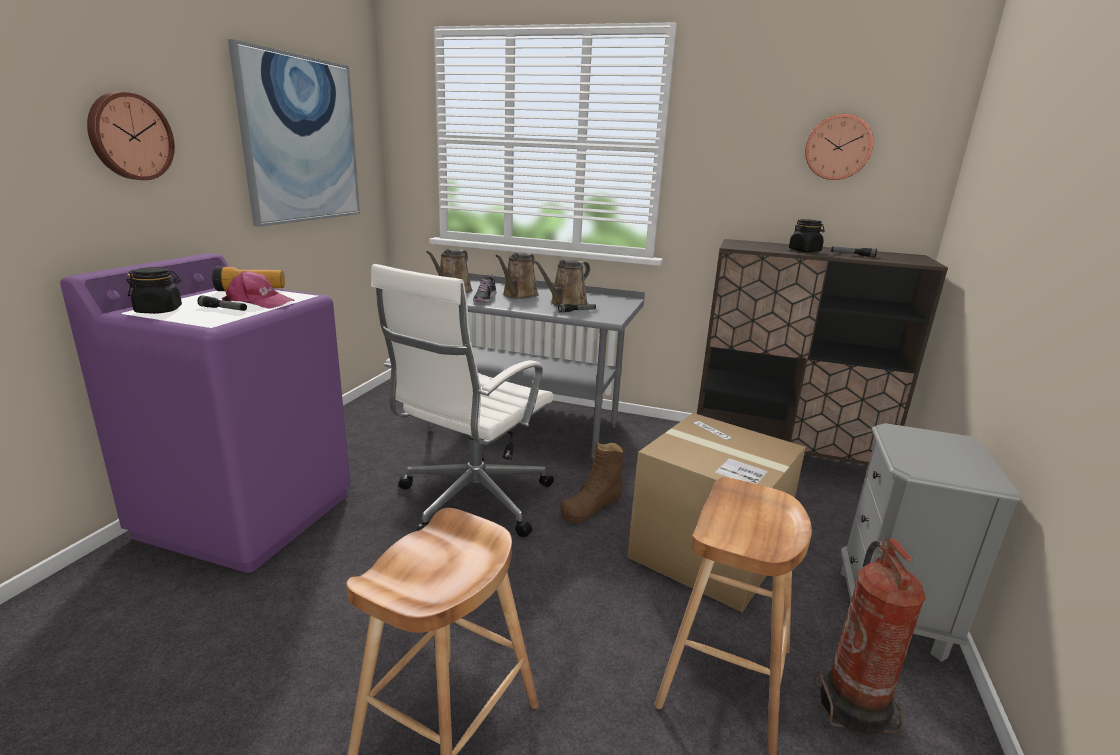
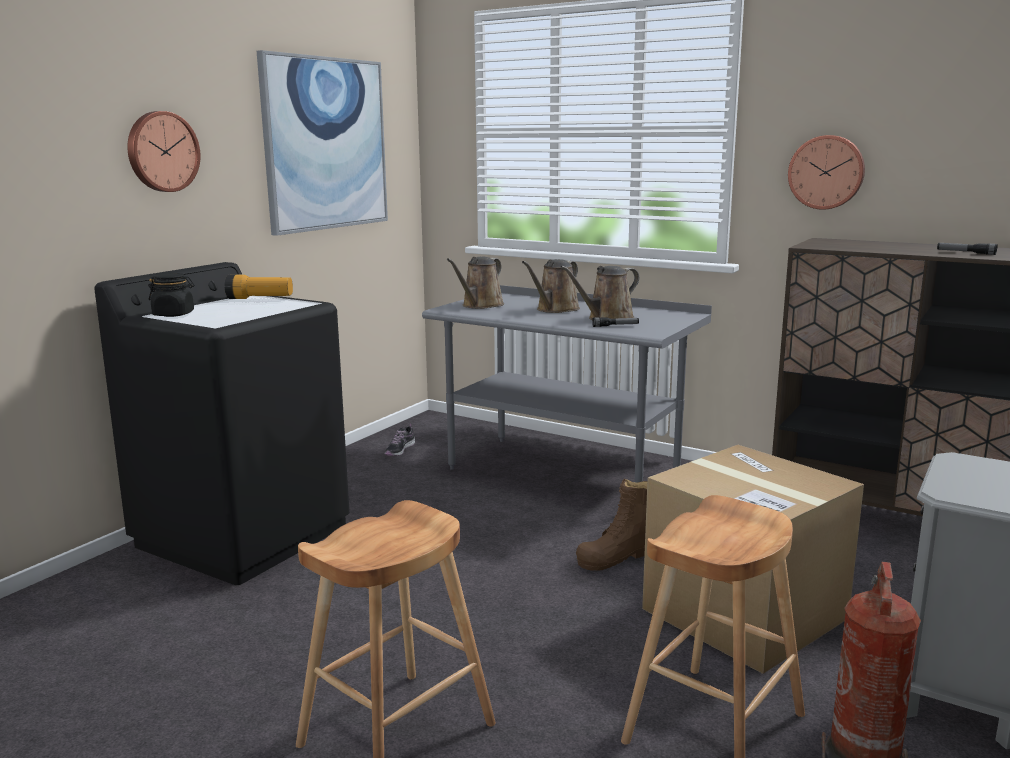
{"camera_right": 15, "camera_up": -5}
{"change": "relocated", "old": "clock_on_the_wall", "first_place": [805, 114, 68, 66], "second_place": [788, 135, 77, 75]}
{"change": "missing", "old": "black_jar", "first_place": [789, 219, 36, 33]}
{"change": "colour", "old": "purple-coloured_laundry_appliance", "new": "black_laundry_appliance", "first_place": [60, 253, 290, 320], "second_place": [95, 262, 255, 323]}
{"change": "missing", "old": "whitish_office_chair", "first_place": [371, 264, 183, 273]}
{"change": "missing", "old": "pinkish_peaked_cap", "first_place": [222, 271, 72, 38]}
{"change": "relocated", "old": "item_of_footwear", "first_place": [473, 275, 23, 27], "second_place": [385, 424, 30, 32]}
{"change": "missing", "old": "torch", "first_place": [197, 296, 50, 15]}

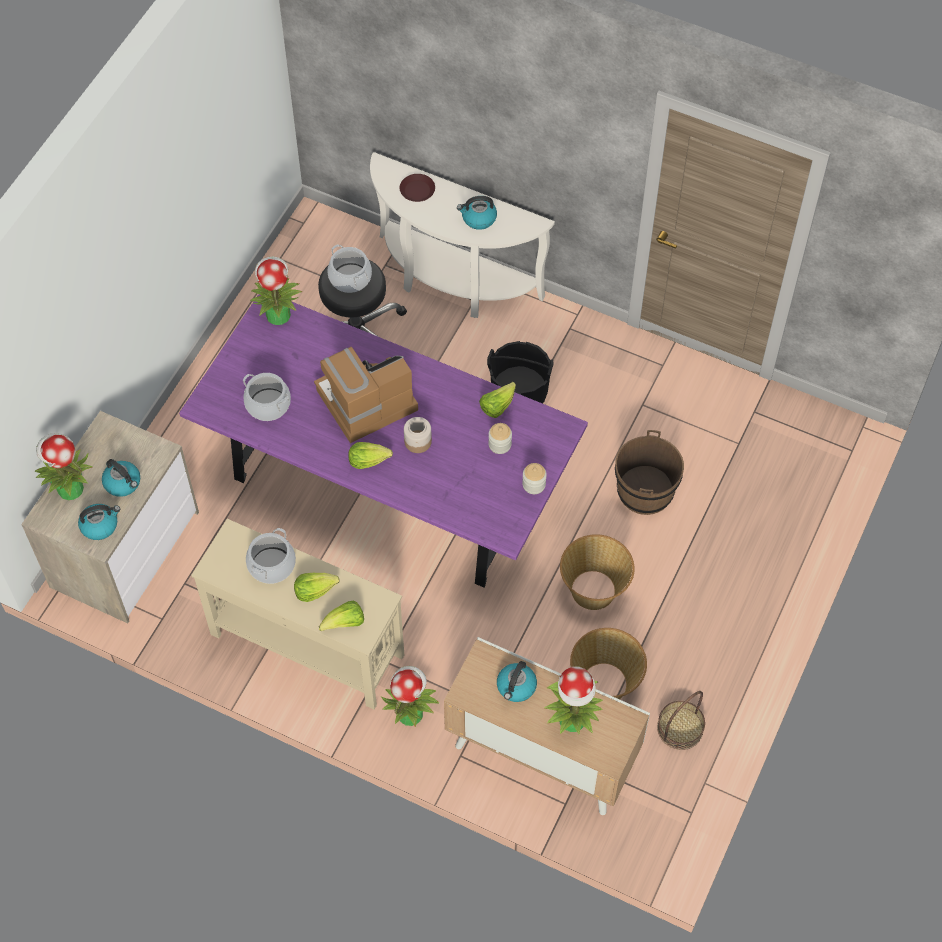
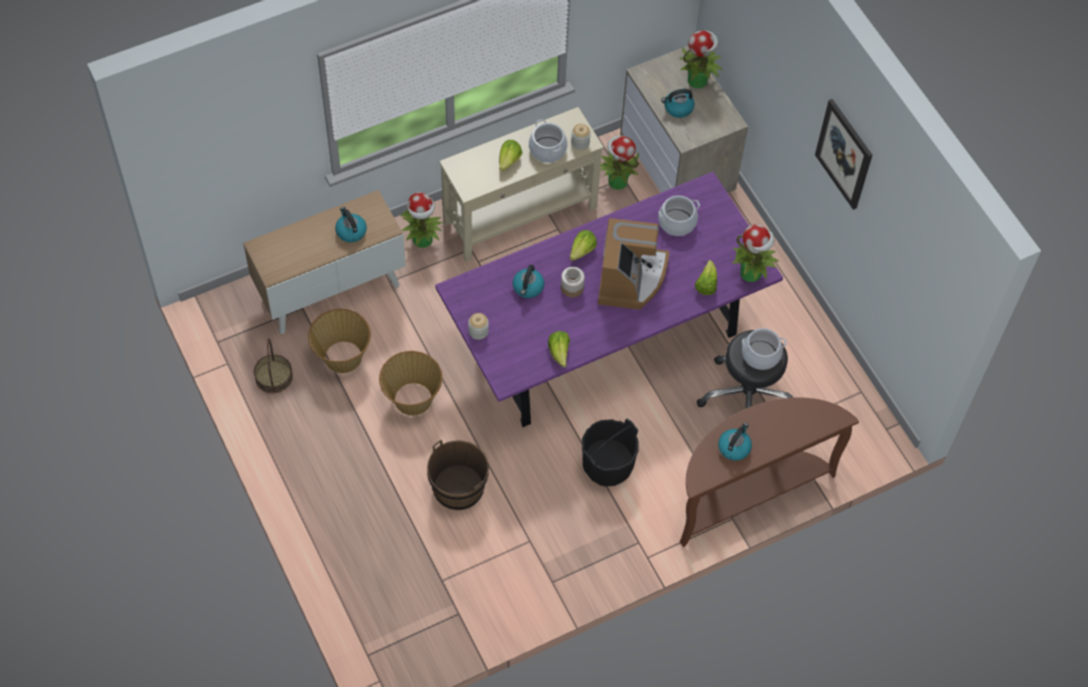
{"camera_right": 125, "camera_up": 0}
{"change": "colour", "old": "whitish_console_table", "new": "brownish_console_table", "first_place": [370, 152, 185, 166], "second_place": [680, 398, 179, 149]}
{"change": "missing", "old": "brownish_plate", "first_place": [400, 174, 35, 28]}
{"change": "relocated", "old": "jar", "first_place": [488, 423, 24, 31], "second_place": [571, 124, 20, 26]}
{"change": "relocated", "old": "water_kettle", "first_place": [78, 504, 42, 36], "second_place": [512, 265, 32, 33]}
{"change": "relocated", "old": "head_of_lettuce", "first_place": [319, 601, 45, 30], "second_place": [695, 260, 22, 35]}
{"change": "relocated", "old": "potted_plant", "first_place": [544, 666, 59, 68], "second_place": [600, 136, 40, 54]}
{"change": "appeared", "new": "wall_art", "second_place": [815, 99, 57, 111]}

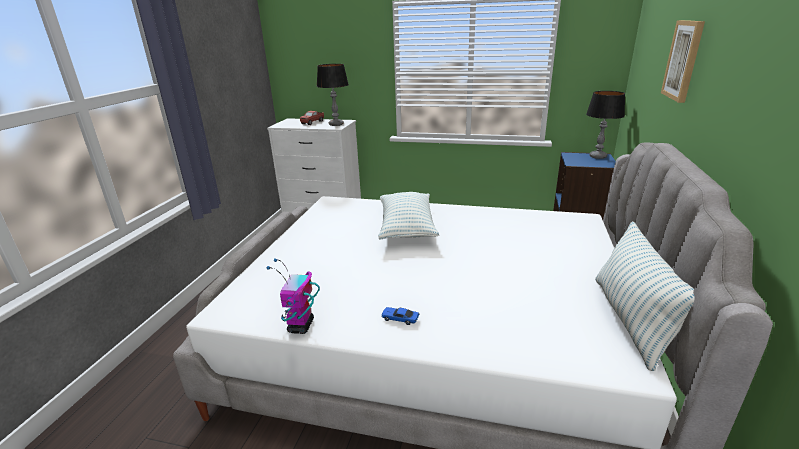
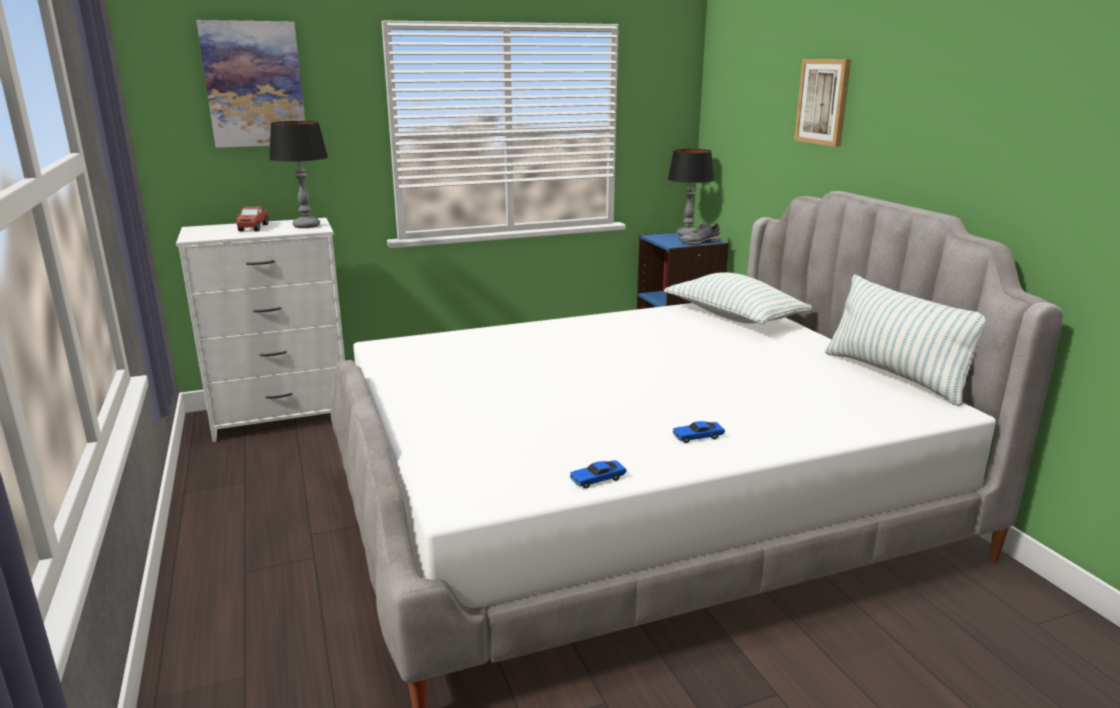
{"camera_right": -35, "camera_up": -5}
{"change": "relocated", "old": "throw_pillow", "first_place": [378, 192, 61, 48], "second_place": [664, 272, 148, 52]}
{"change": "exchanged", "old": "robot_figure", "new": "miniature_car", "first_place": [267, 259, 53, 75], "second_place": [570, 460, 57, 28]}
{"change": "appeared", "new": "wall_art", "second_place": [196, 20, 109, 128]}
{"change": "appeared", "new": "gray_item_of_footwear", "second_place": [679, 222, 42, 23]}

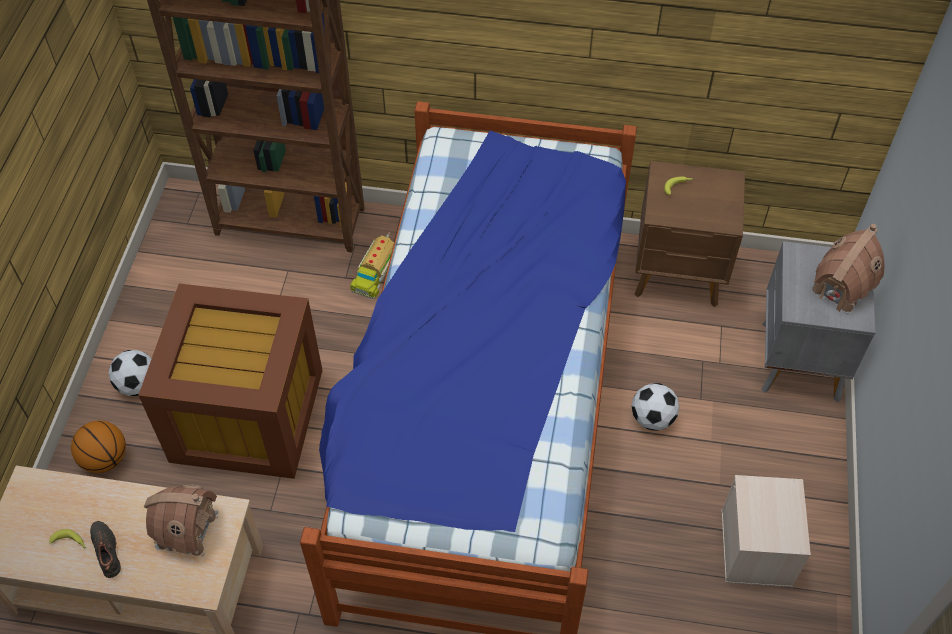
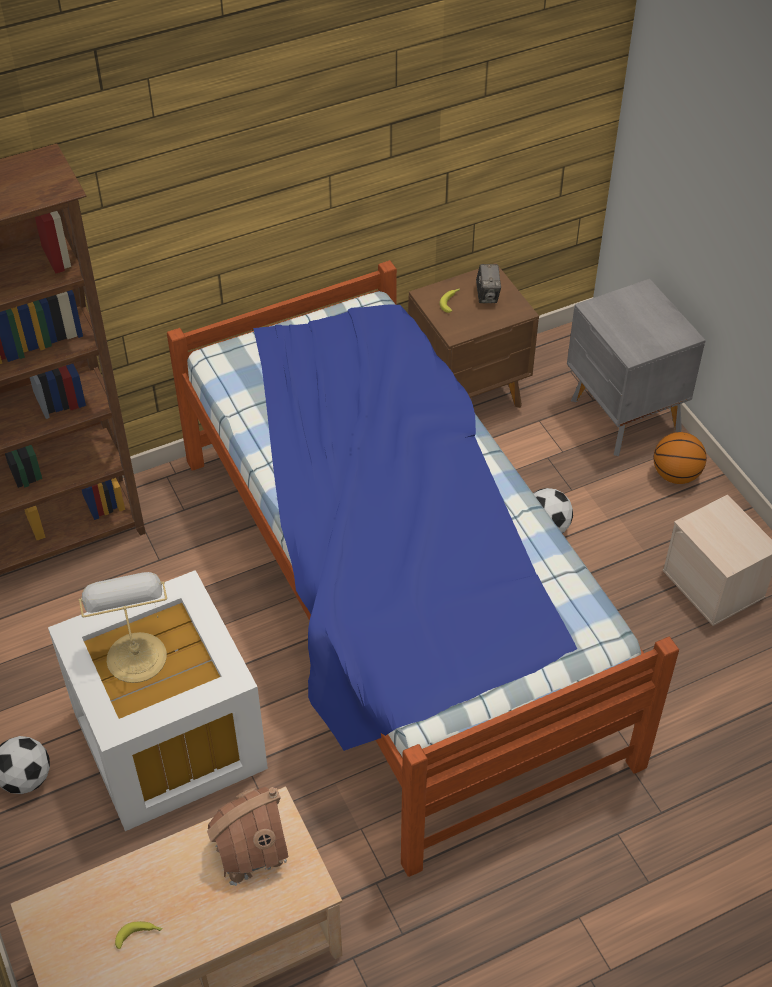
{"camera_right": -35, "camera_up": -5}
{"change": "missing", "old": "toy_house", "first_place": [810, 224, 75, 91]}
{"change": "missing", "old": "model_truck", "first_place": [350, 232, 44, 67]}
{"change": "colour", "old": "brownish_storage_container", "new": "whitish_storage_container", "first_place": [138, 283, 185, 196], "second_place": [48, 570, 220, 261]}
{"change": "relocated", "old": "ball_for_basketball", "first_place": [71, 421, 55, 52], "second_place": [653, 432, 54, 52]}
{"change": "missing", "old": "black_item_of_footwear", "first_place": [90, 521, 31, 57]}
{"change": "appeared", "new": "still_camera", "second_place": [476, 264, 25, 39]}
{"change": "appeared", "new": "tabletop_lamp", "second_place": [79, 572, 88, 111]}

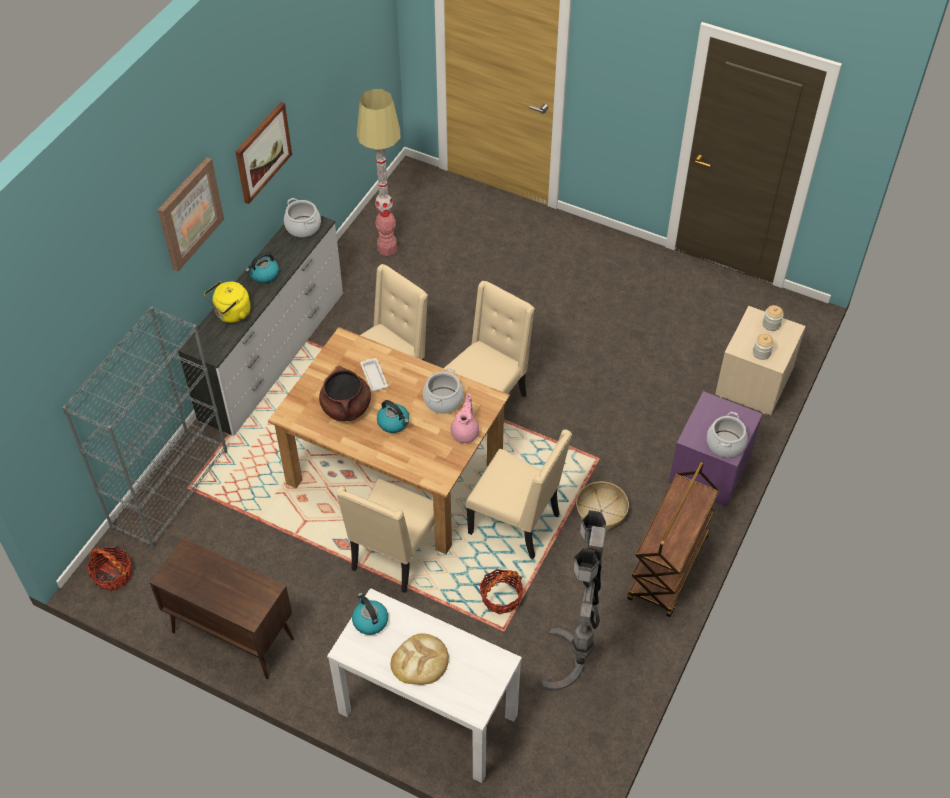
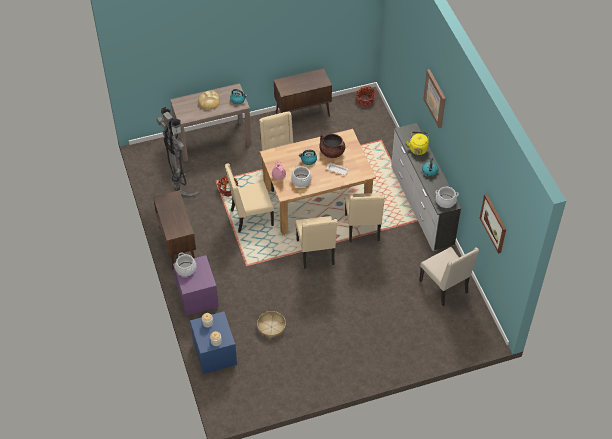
{"camera_right": 135, "camera_up": 0}
{"change": "exchanged", "old": "floor_lamp", "new": "beige-coloured_plain_chair", "first_place": [357, 89, 43, 167], "second_place": [419, 247, 60, 59]}
{"change": "relocated", "old": "wall_art", "first_place": [235, 102, 57, 102], "second_place": [480, 194, 26, 60]}
{"change": "missing", "old": "gray_bookshelf", "first_place": [62, 306, 165, 244]}
{"change": "colour", "old": "beige-coloured_bedside_table", "new": "blue-coloured_bedside_table", "first_place": [715, 306, 91, 109], "second_place": [190, 311, 47, 63]}
{"change": "exchanged", "old": "brownish_wheeled_cart", "new": "brownish_storage_cabinet", "first_place": [627, 462, 92, 155], "second_place": [153, 190, 43, 79]}
{"change": "relocated", "old": "household_basket", "first_place": [576, 481, 53, 50], "second_place": [257, 311, 29, 27]}
{"change": "colour", "old": "whitish_console_table", "new": "brownish_console_table", "first_place": [327, 588, 195, 195], "second_place": [170, 83, 82, 79]}

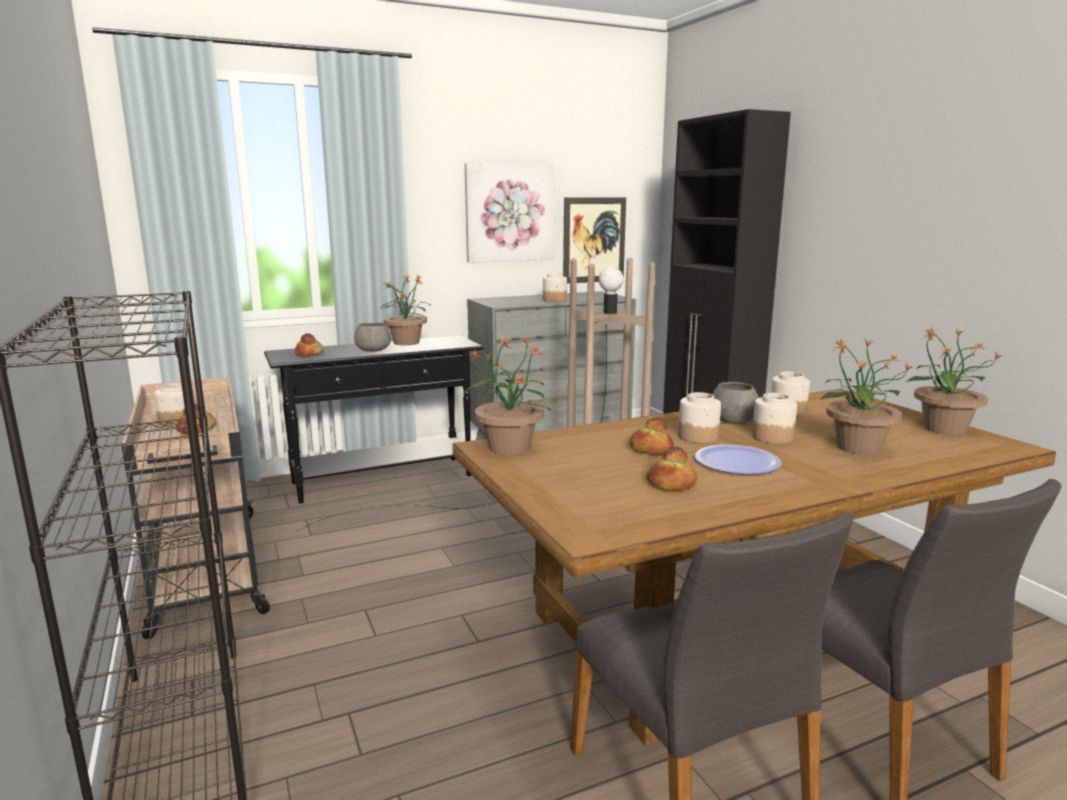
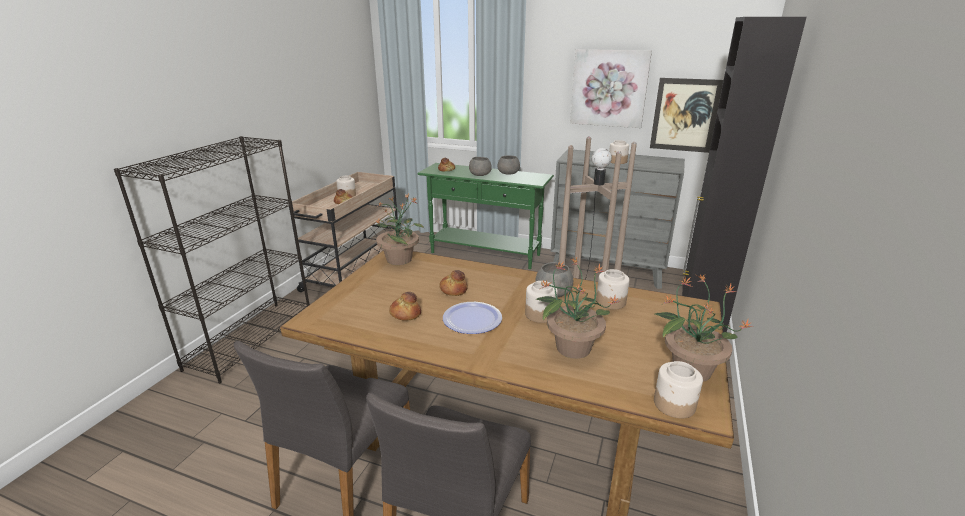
{"camera_right": 45, "camera_up": 10}
{"change": "exchanged", "old": "potted_plant", "new": "gray_serving_bowl", "first_place": [381, 274, 49, 71], "second_place": [497, 155, 23, 20]}
{"change": "colour", "old": "black_console_table", "new": "green_console_table", "first_place": [264, 335, 220, 168], "second_place": [417, 163, 137, 106]}
{"change": "relocated", "old": "jar", "first_place": [678, 392, 43, 51], "second_place": [654, 361, 49, 57]}

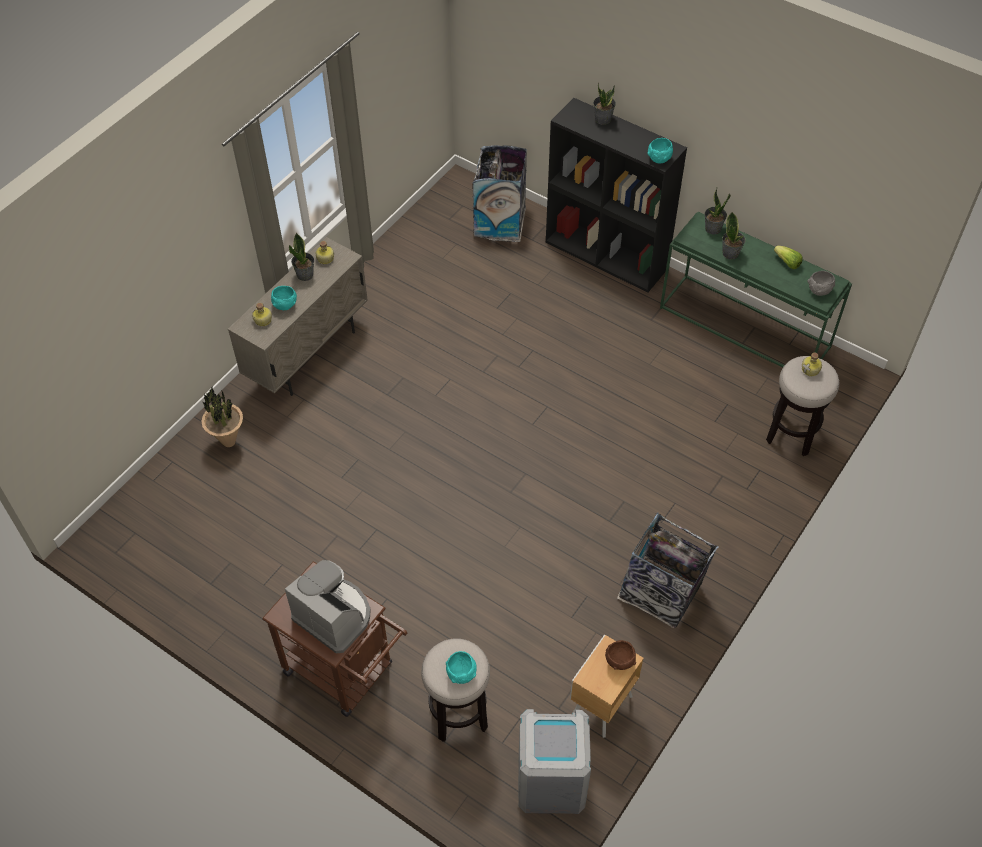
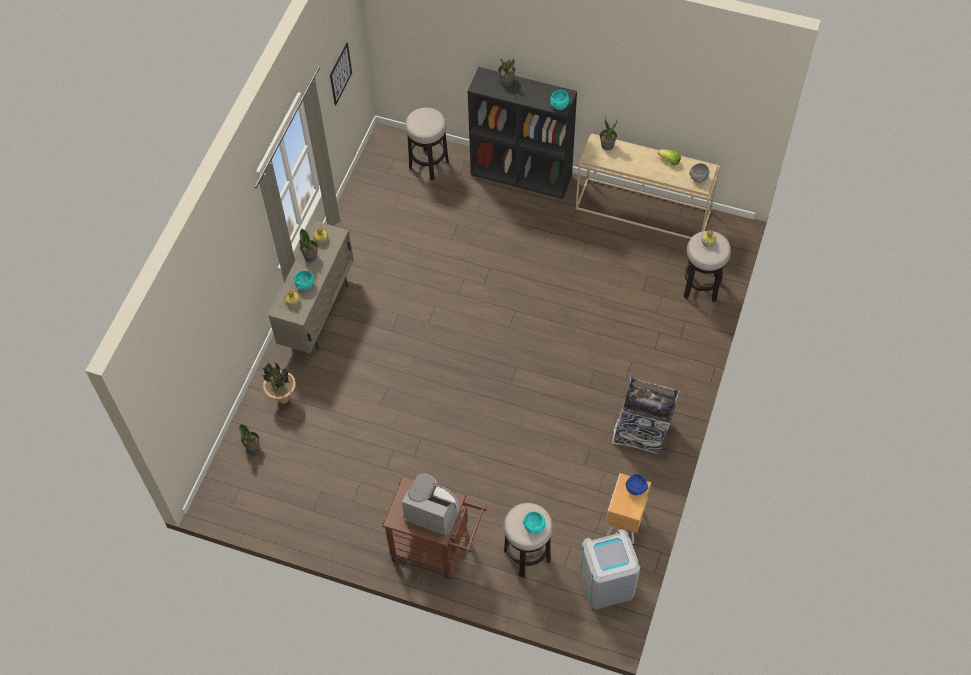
{"camera_right": -15, "camera_up": 5}
{"change": "exchanged", "old": "waste_bin", "new": "stool", "first_place": [472, 145, 55, 97], "second_place": [405, 107, 44, 74]}
{"change": "colour", "old": "green_console_table", "new": "beige-coloured_console_table", "first_place": [660, 212, 192, 156], "second_place": [576, 133, 144, 106]}
{"change": "relocated", "old": "potted_plant", "first_place": [722, 212, 23, 48], "second_place": [239, 424, 21, 29]}
{"change": "colour", "old": "brownish_serving_bowl", "new": "blue-coloured_serving_bowl", "first_place": [605, 640, 31, 30], "second_place": [625, 474, 24, 22]}
{"change": "appeared", "new": "wall_art", "second_place": [330, 43, 22, 62]}

